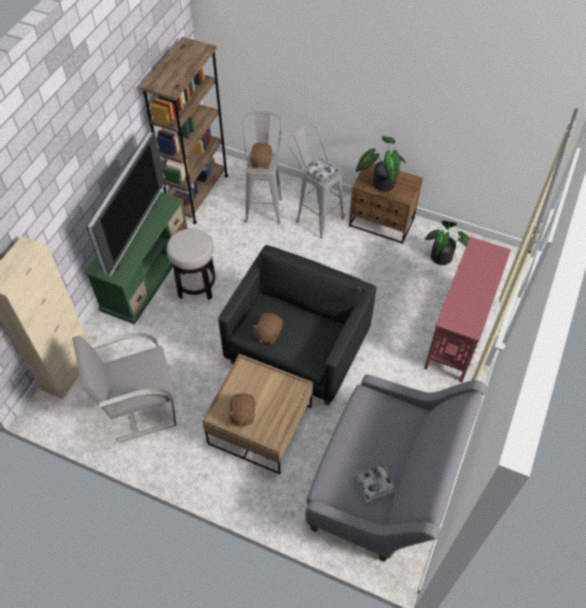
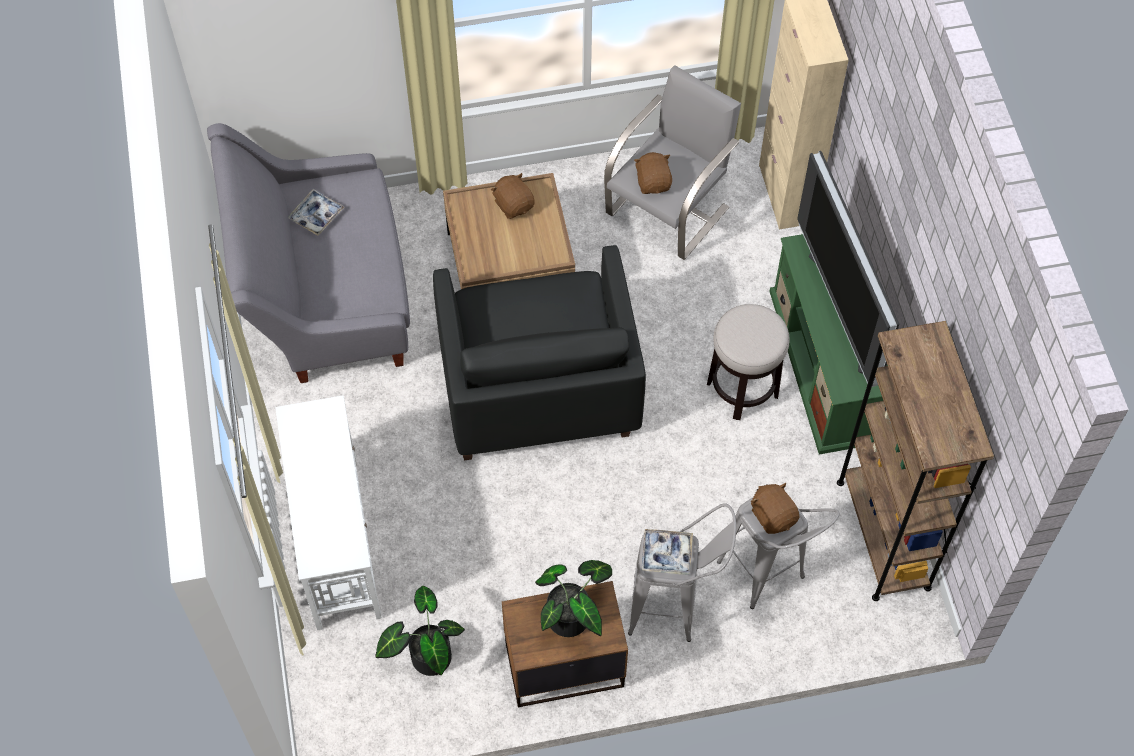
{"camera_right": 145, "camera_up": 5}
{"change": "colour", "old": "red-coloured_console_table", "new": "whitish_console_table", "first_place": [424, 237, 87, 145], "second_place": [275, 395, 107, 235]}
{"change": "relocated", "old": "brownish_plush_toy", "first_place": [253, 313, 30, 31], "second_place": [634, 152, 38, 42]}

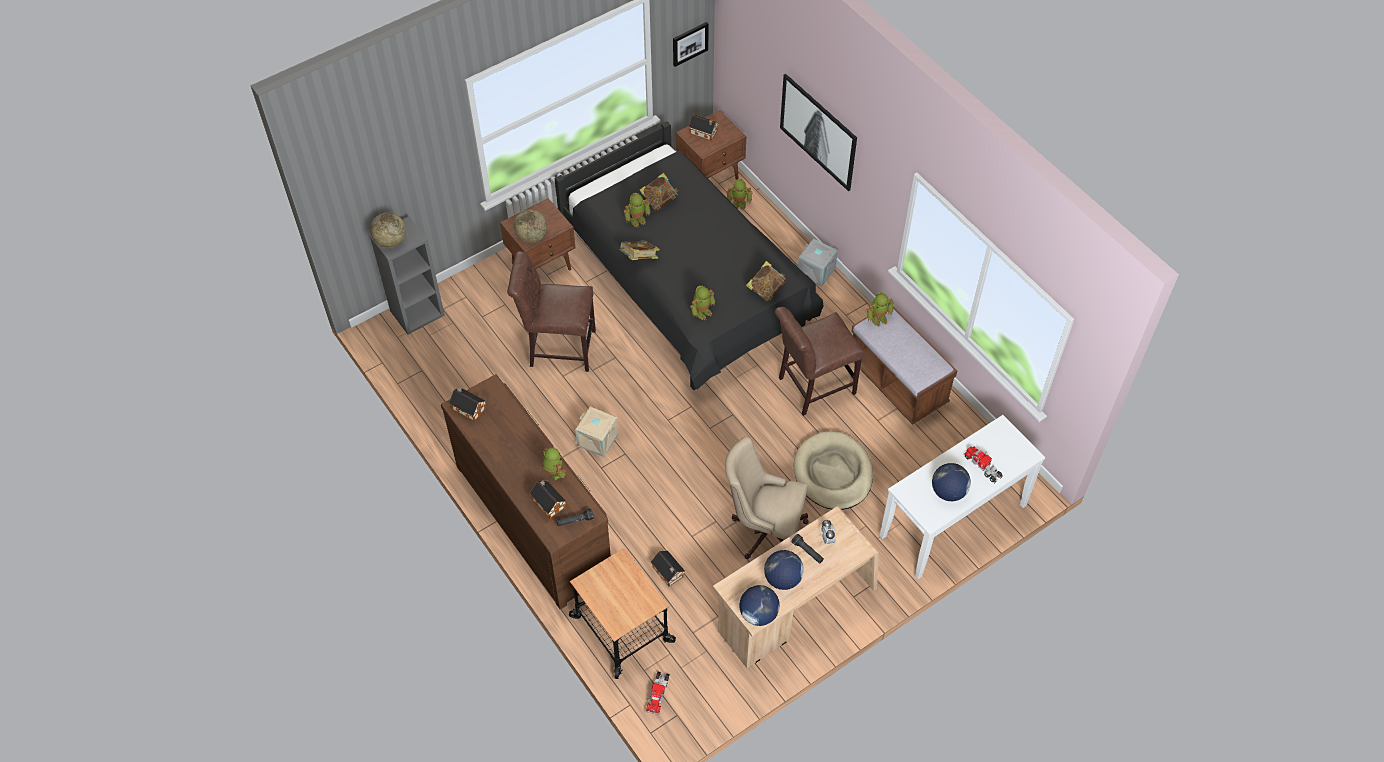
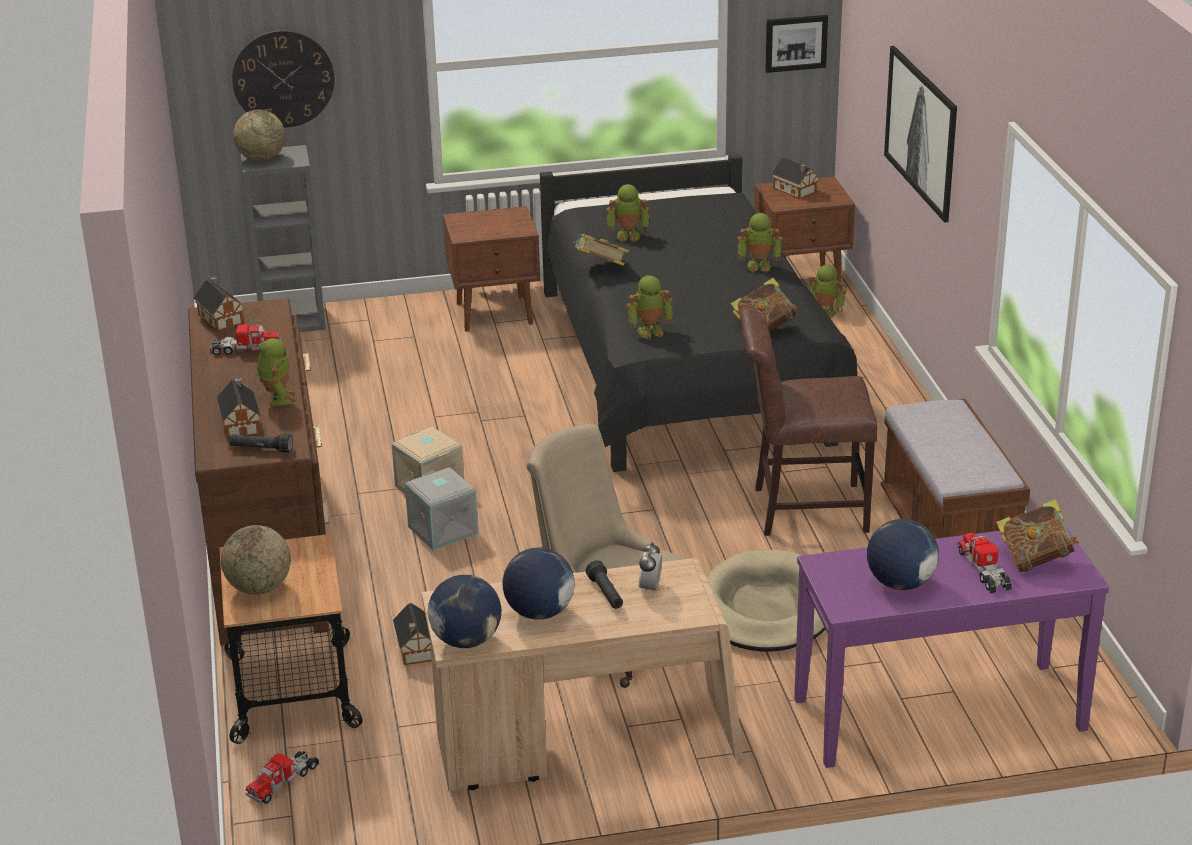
{"camera_right": 25, "camera_up": -25}
{"change": "relocated", "old": "bound_book", "first_place": [640, 173, 39, 38], "second_place": [996, 499, 83, 73]}
{"change": "relocated", "old": "globe", "first_place": [514, 209, 33, 34], "second_place": [221, 525, 70, 70]}
{"change": "relocated", "old": "gray_storage_container", "first_place": [798, 239, 40, 48], "second_place": [405, 467, 74, 84]}
{"change": "missing", "old": "brownish_plain_chair", "first_place": [507, 251, 89, 121]}
{"change": "relocated", "old": "robot_figure", "first_place": [867, 292, 27, 35], "second_place": [737, 213, 45, 59]}
{"change": "colour", "old": "whitish_console_table", "new": "purple-coloured_console_table", "first_place": [879, 415, 166, 164], "second_place": [794, 526, 315, 242]}
{"change": "appeared", "new": "clock_on_the_wall", "second_place": [232, 30, 102, 98]}
{"change": "appeared", "new": "model_truck", "second_place": [210, 319, 71, 36]}

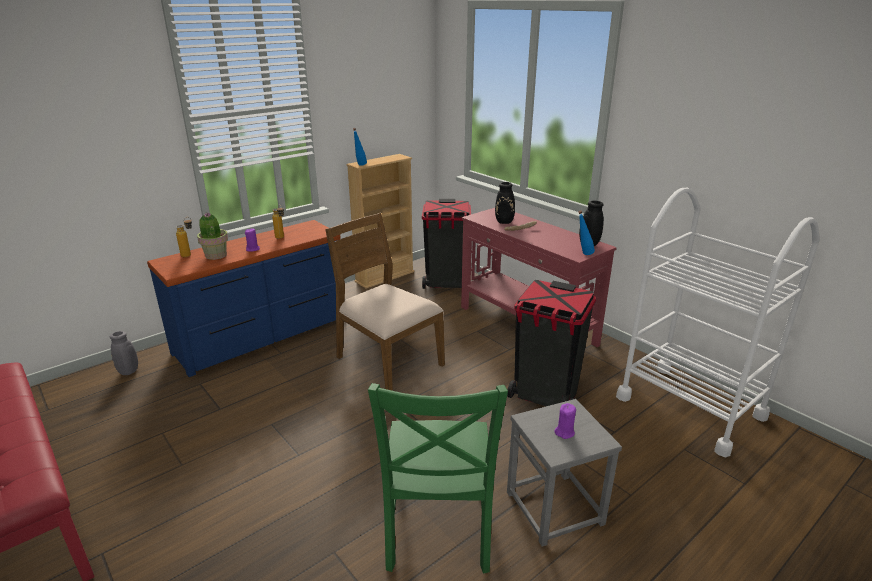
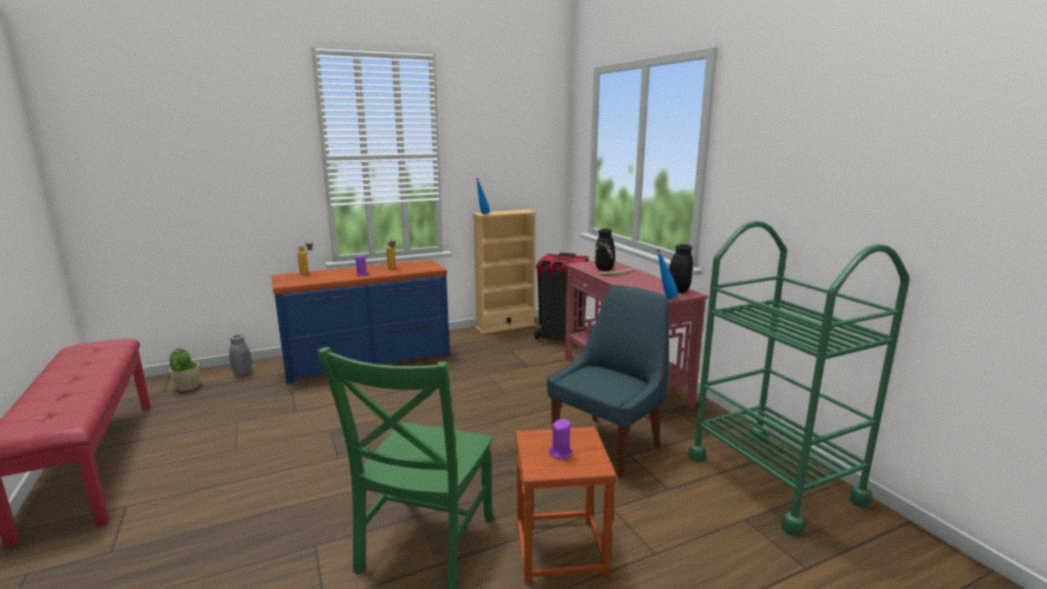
{"camera_right": 15, "camera_up": -10}
{"change": "colour", "old": "whitish_wheeled_cart", "new": "green_wheeled_cart", "first_place": [616, 187, 204, 271], "second_place": [688, 221, 222, 315]}
{"change": "relocated", "old": "potted_plant", "first_place": [197, 212, 31, 48], "second_place": [169, 348, 31, 43]}
{"change": "missing", "old": "brownish_plain_chair", "first_place": [325, 213, 120, 178]}
{"change": "exchanged", "old": "black_waste_bin", "new": "blue-coloured_plain_chair", "first_place": [507, 280, 89, 126], "second_place": [547, 285, 122, 193]}
{"change": "colour", "old": "gray_stool", "new": "brownish_stool", "first_place": [507, 399, 115, 148], "second_place": [515, 427, 102, 157]}

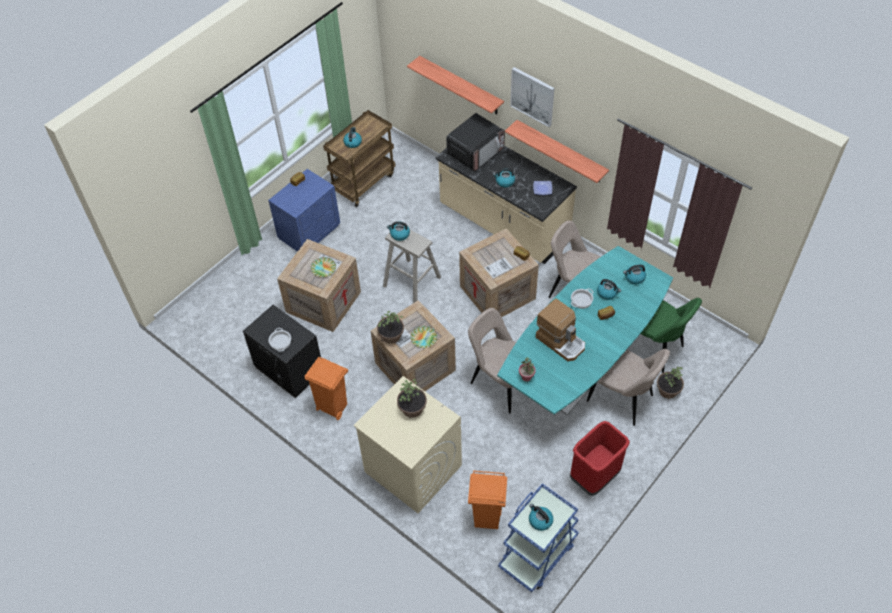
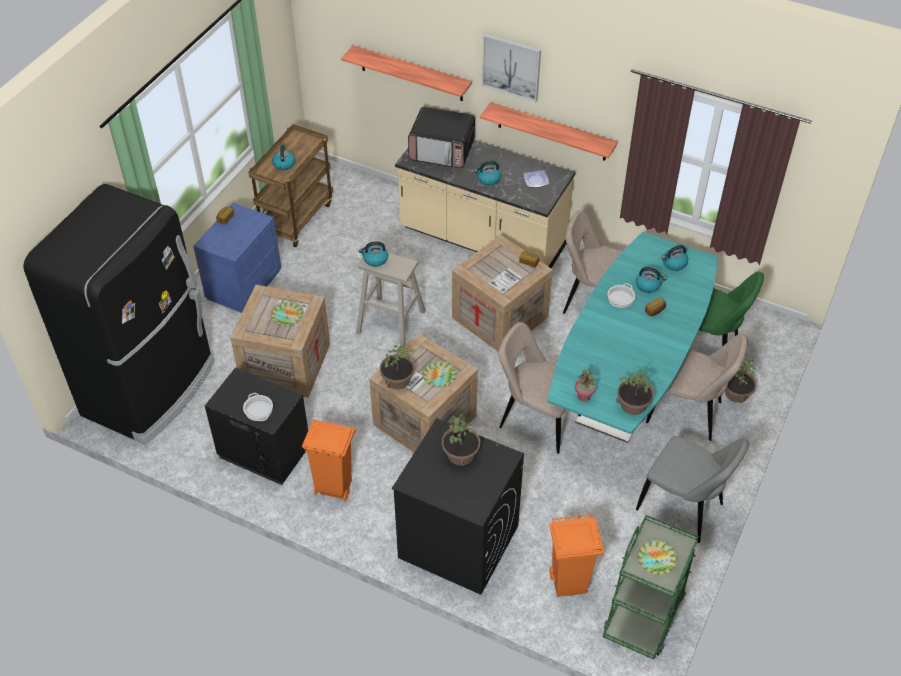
{"camera_right": -15, "camera_up": -5}
{"change": "spun", "old": "microwave_oven", "first_place": [446, 113, 59, 58], "second_place": [408, 107, 67, 61], "degrees": 75}
{"change": "missing", "old": "coffee_maker", "first_place": [536, 298, 49, 63]}
{"change": "colour", "old": "beige-coloured_laundry_appliance", "new": "black_laundry_appliance", "first_place": [354, 376, 108, 137], "second_place": [392, 418, 132, 177]}
{"change": "exchanged", "old": "red-coloured_waste_bin", "new": "gray_plain_chair", "first_place": [570, 421, 60, 75], "second_place": [636, 436, 113, 107]}
{"change": "colour", "old": "blue-coloured_wheeled_cart", "new": "green_wheeled_cart", "first_place": [498, 483, 81, 109], "second_place": [603, 515, 96, 144]}
{"change": "exchanged", "old": "water_kettle", "new": "plate", "first_place": [529, 503, 24, 28], "second_place": [637, 540, 40, 35]}
{"change": "appeared", "new": "black_kitchen_fridge", "second_place": [23, 184, 191, 261]}
{"change": "appeared", "new": "potted_plant", "second_place": [616, 369, 39, 46]}

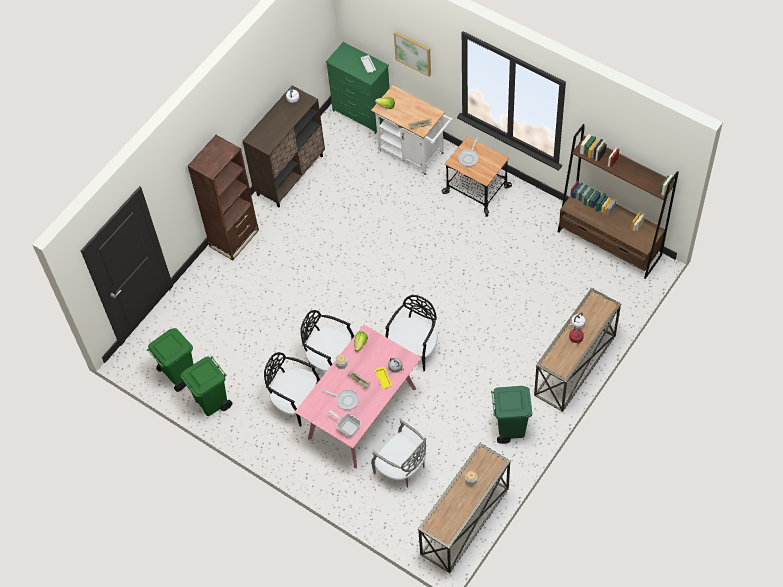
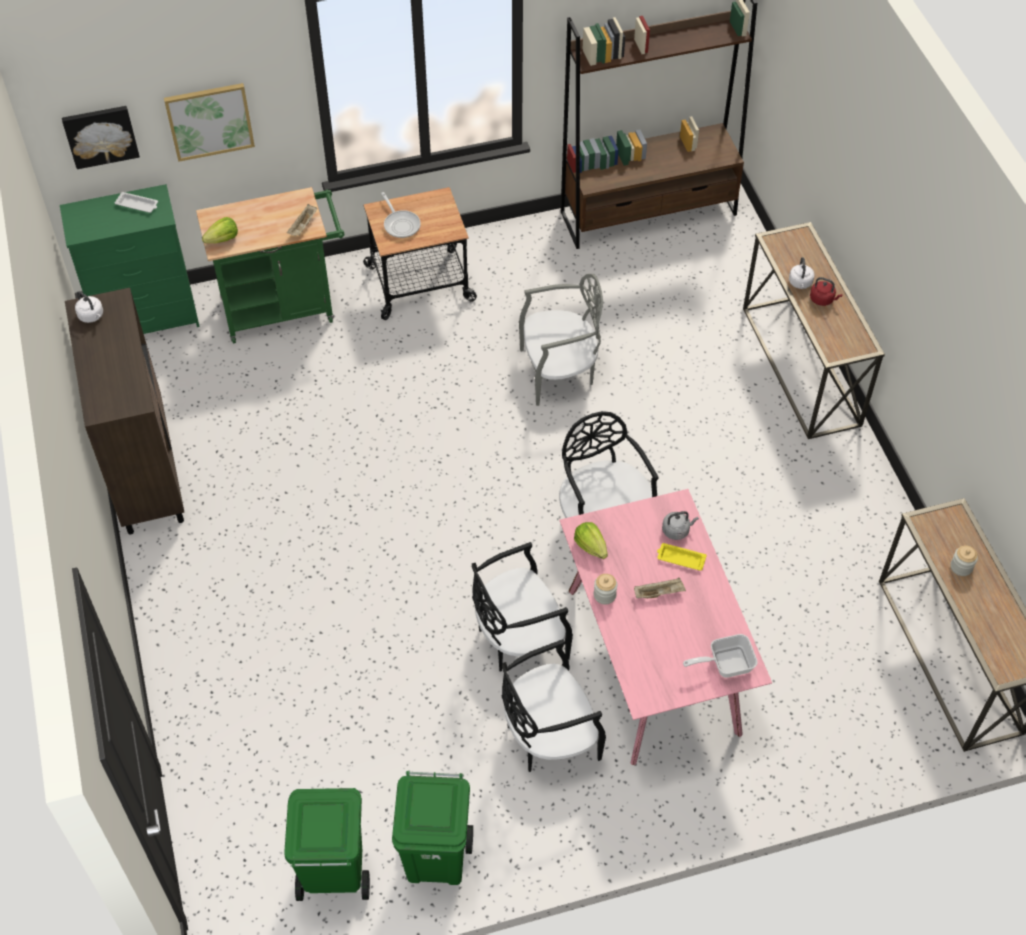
{"camera_right": -55, "camera_up": -5}
{"change": "colour", "old": "whitish_wheeled_cart", "new": "green_wheeled_cart", "first_place": [371, 85, 82, 91], "second_place": [196, 187, 148, 157]}
{"change": "missing", "old": "brownish_bookshelf", "first_place": [188, 135, 71, 125]}
{"change": "missing", "old": "green_waste_bin", "first_place": [491, 386, 41, 58]}
{"change": "missing", "old": "frying_pan", "first_place": [322, 389, 37, 21]}
{"change": "relocated", "old": "gray_plain_chair", "first_place": [371, 420, 55, 68], "second_place": [519, 274, 84, 132]}
{"change": "appeared", "new": "wall_art", "second_place": [62, 106, 78, 63]}

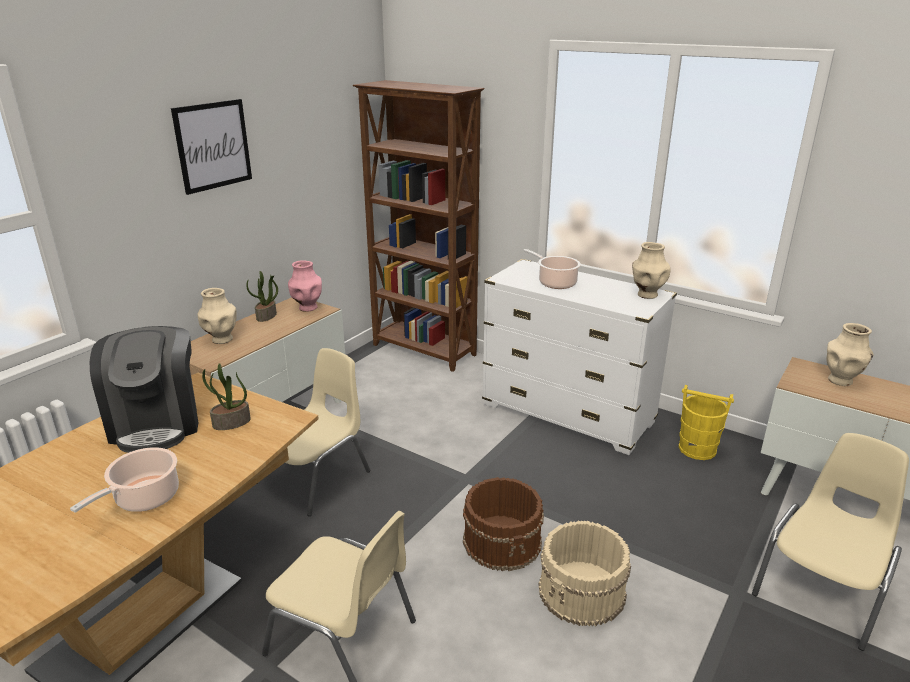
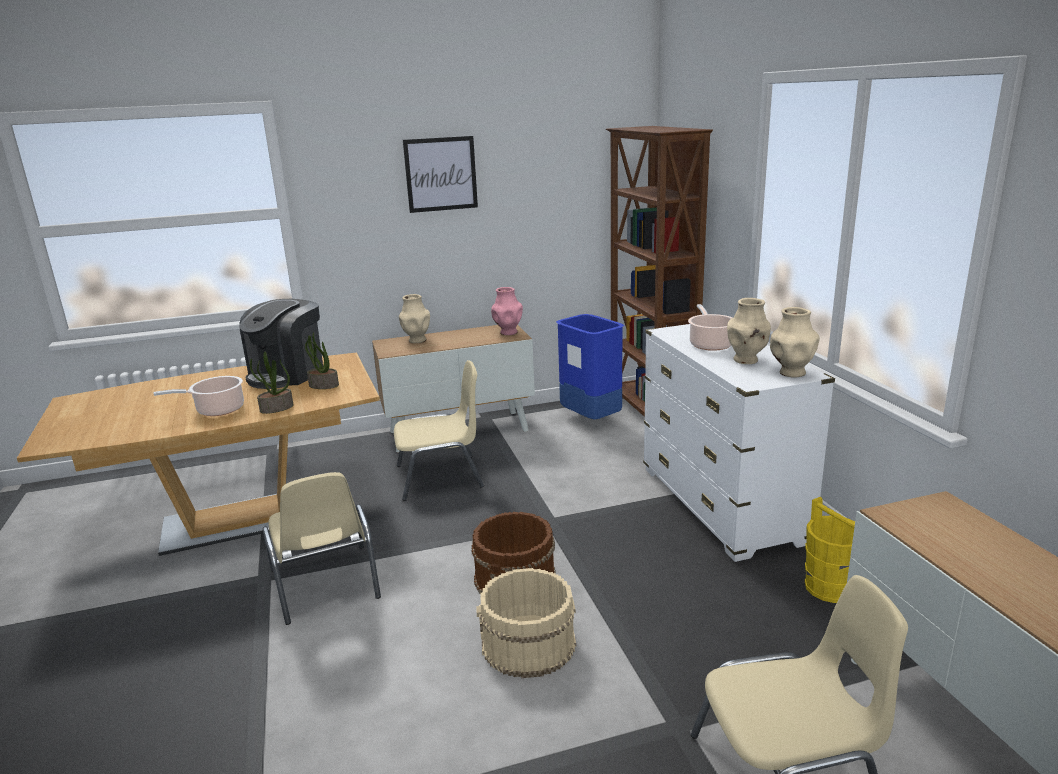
{"camera_right": 40, "camera_up": -5}
{"change": "relocated", "old": "potted_plant", "first_place": [246, 271, 32, 51], "second_place": [250, 352, 43, 62]}
{"change": "relocated", "old": "beige-coloured_flower_vase", "first_place": [826, 323, 48, 63], "second_place": [727, 298, 44, 66]}
{"change": "appeared", "new": "blue-coloured_waste_bin", "second_place": [556, 314, 68, 105]}

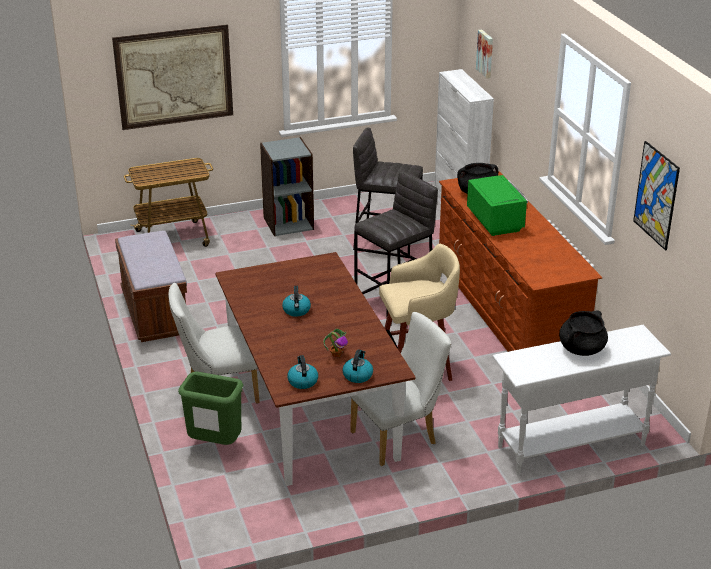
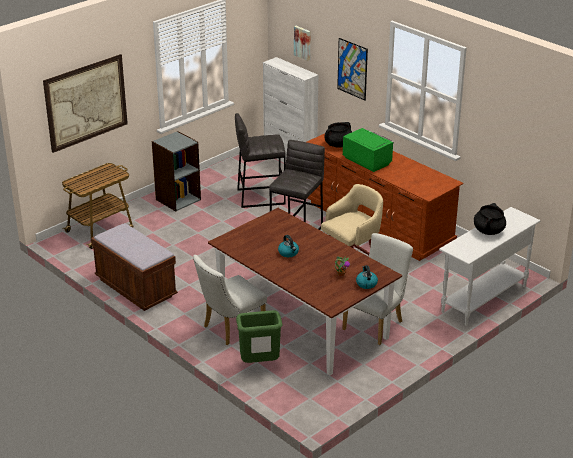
{"camera_right": -25, "camera_up": 0}
{"change": "relocated", "old": "wall_art", "first_place": [633, 141, 47, 110], "second_place": [337, 38, 31, 62]}
{"change": "missing", "old": "water_kettle", "first_place": [287, 355, 31, 34]}

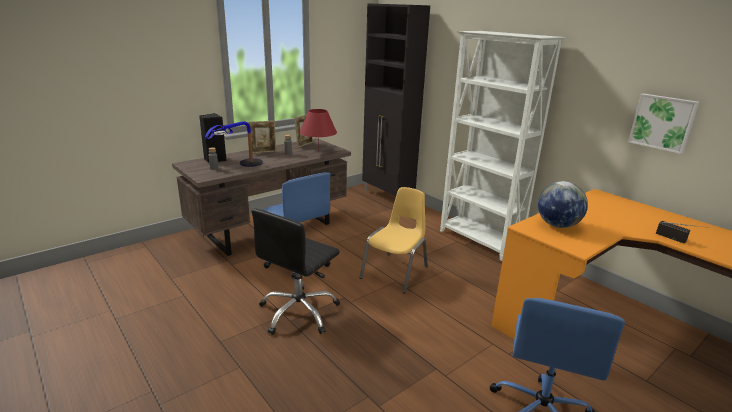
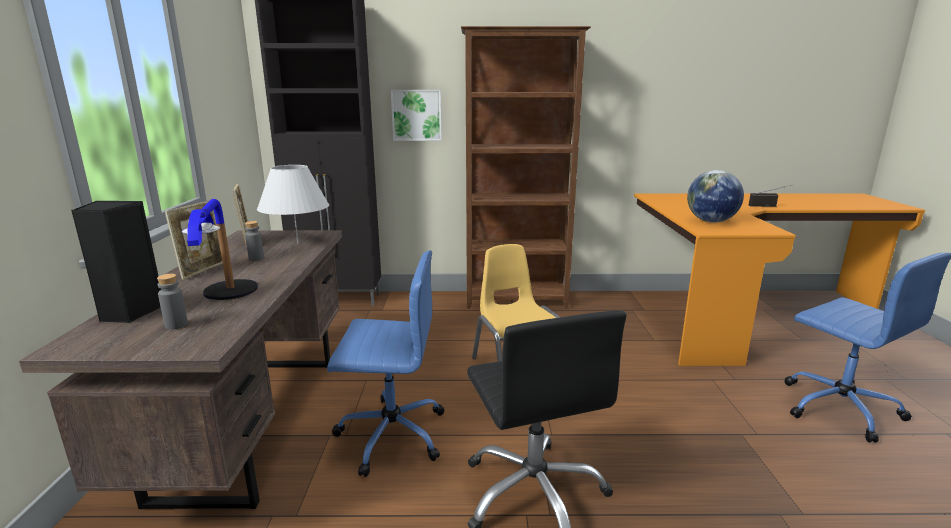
{"camera_right": -50, "camera_up": -5}
{"change": "colour", "old": "whitish_bookshelf", "new": "brownish_bookshelf", "first_place": [440, 31, 126, 230], "second_place": [461, 26, 130, 283]}
{"change": "relocated", "old": "wall_art", "first_place": [628, 94, 71, 60], "second_place": [391, 90, 51, 51]}
{"change": "colour", "old": "red-coloured_tabletop_lamp", "new": "whitish_tabletop_lamp", "first_place": [300, 109, 37, 43], "second_place": [257, 165, 72, 78]}

